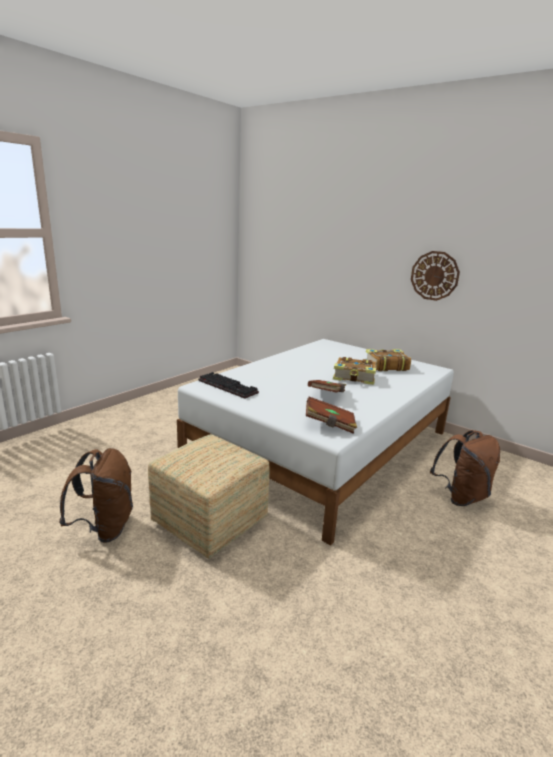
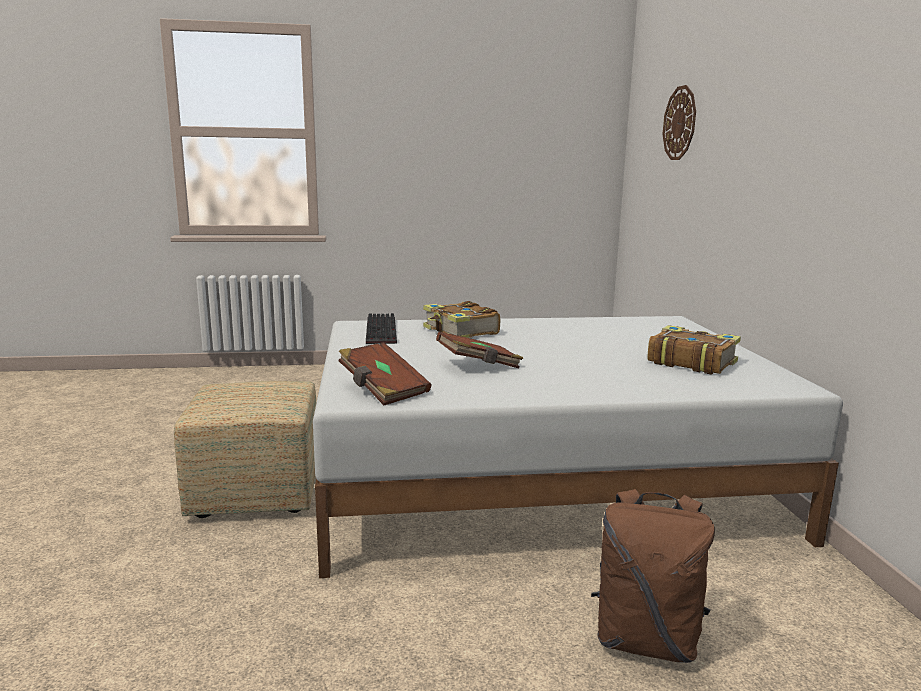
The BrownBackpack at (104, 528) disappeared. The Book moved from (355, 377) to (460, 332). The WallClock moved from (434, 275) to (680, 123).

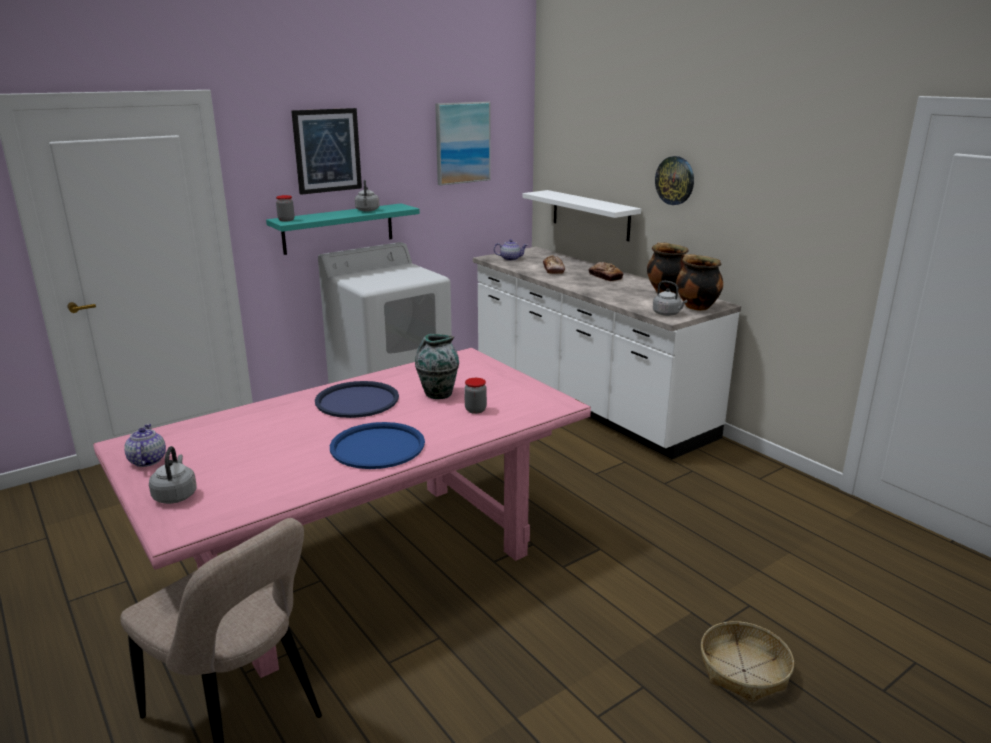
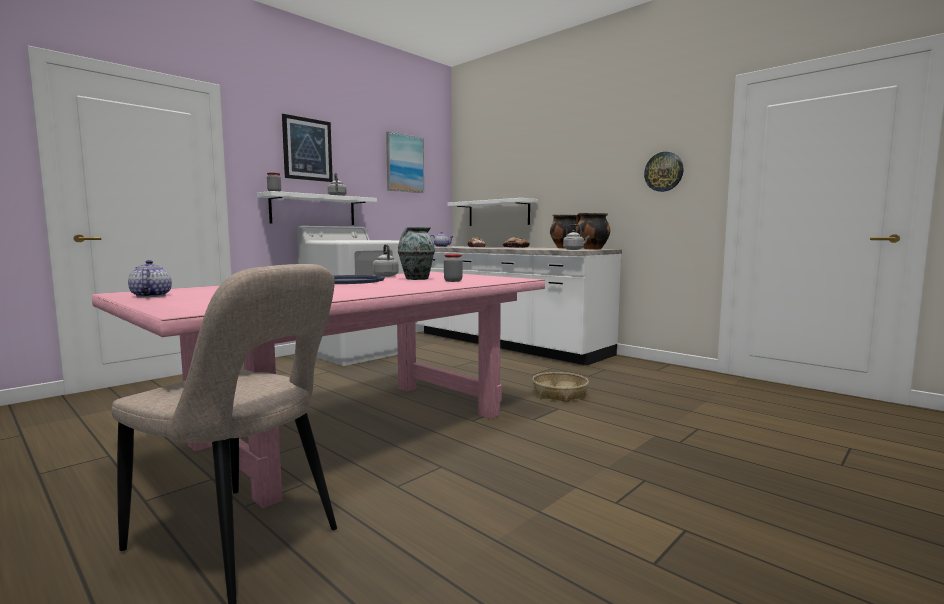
The GreyKettle moved from (176, 495) to (385, 276). The TurquoiseShelf at (338, 228) became the WhiteShelf at (313, 210). The BlueTray at (377, 447) disappeared. The WallClock moved from (675, 180) to (663, 172). The Basket moved from (743, 671) to (560, 394).

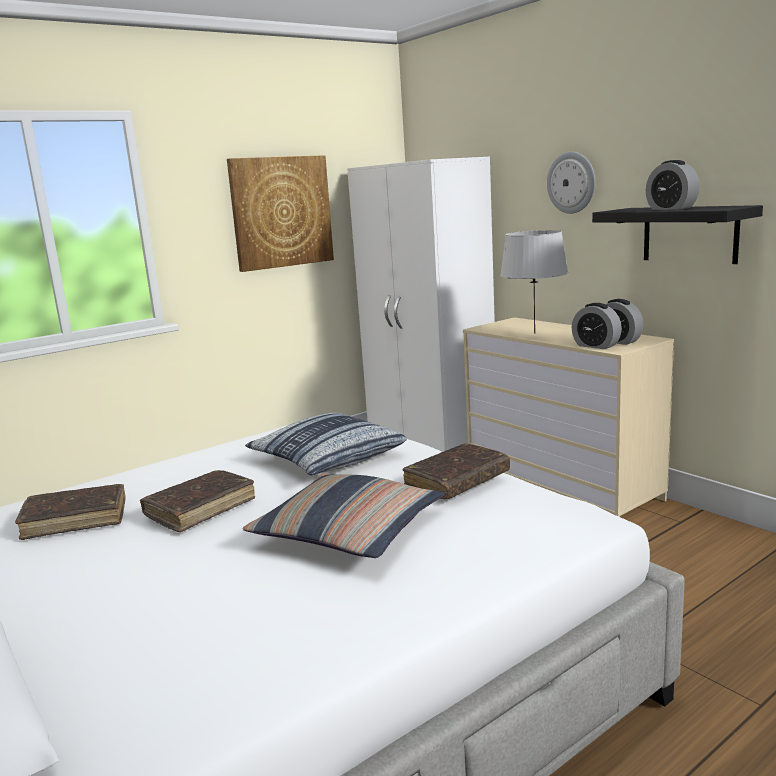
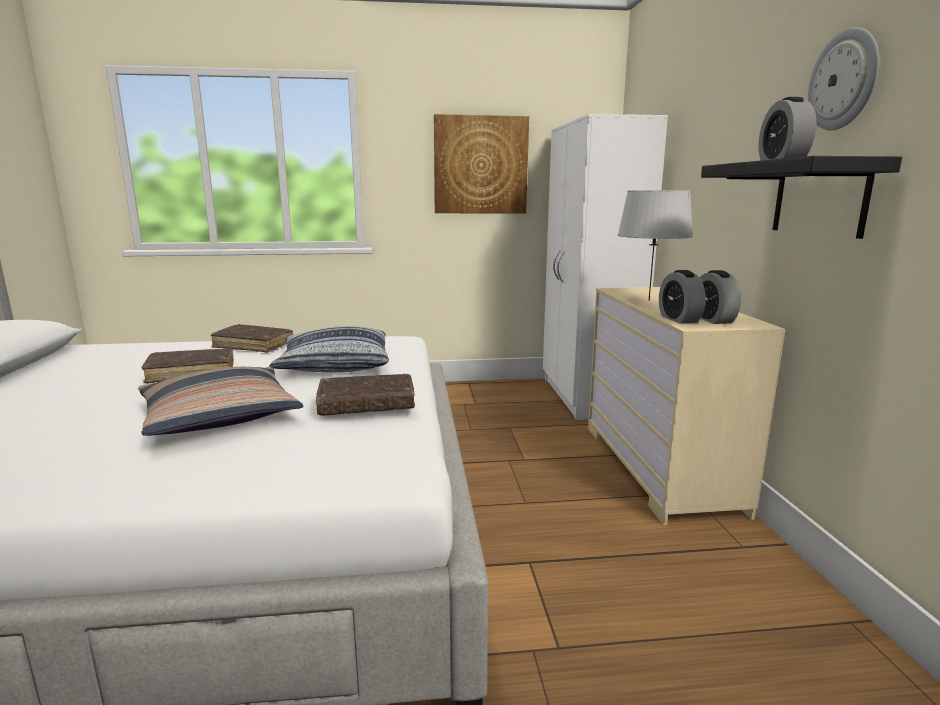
The BrownBook moved from (75, 520) to (253, 345). The WallClock moved from (571, 182) to (844, 80).

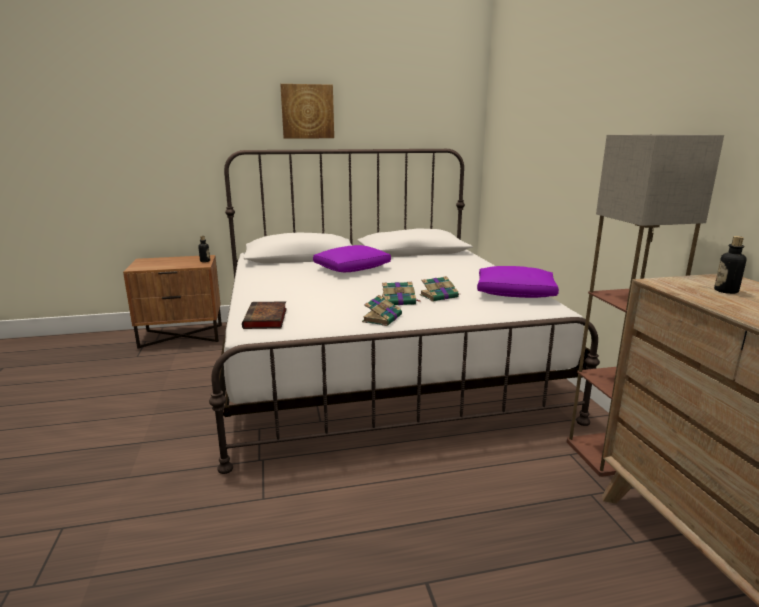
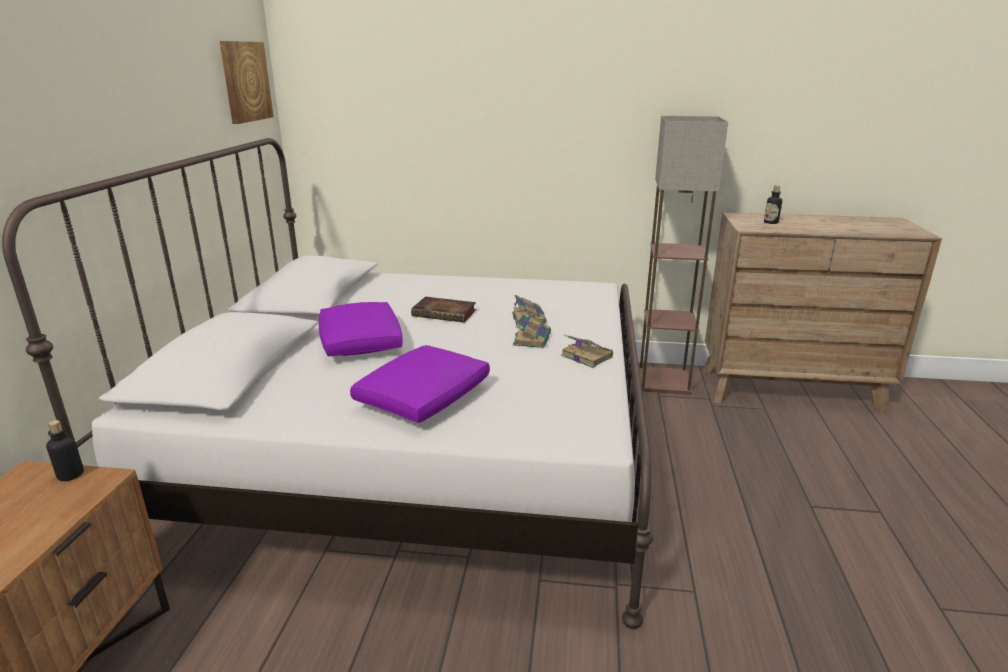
The Book moved from (266, 319) to (446, 313). The Picture moved from (307, 111) to (245, 81). The PurplePillow moved from (516, 293) to (424, 397).

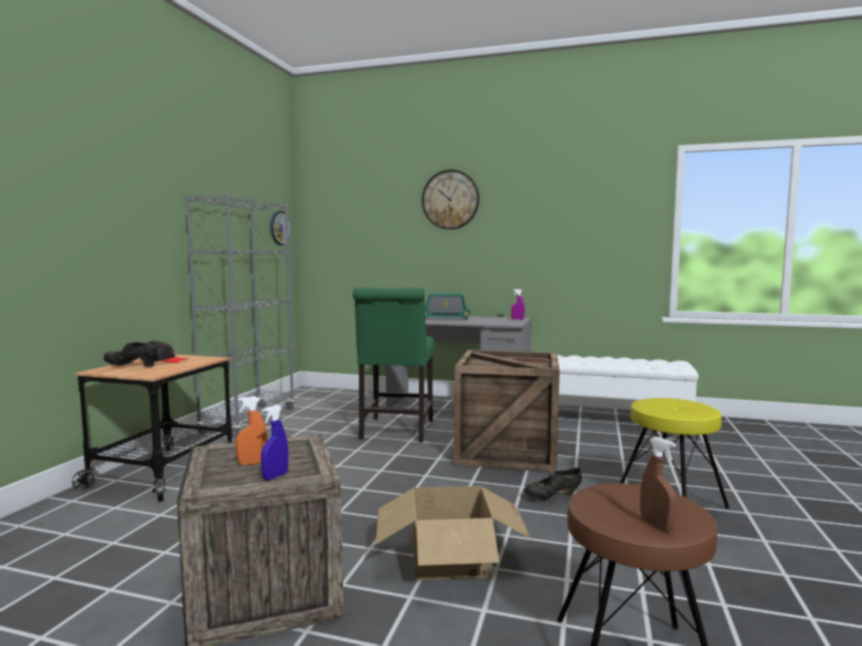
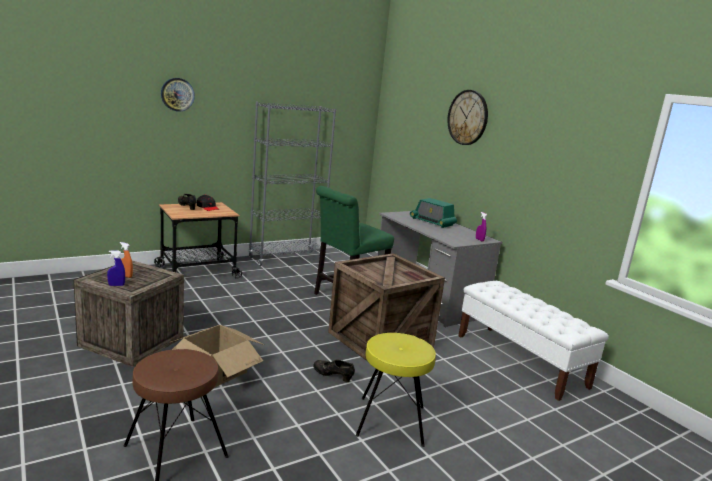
The WallClock moved from (279, 228) to (177, 94). The BrownSprayBottle at (656, 525) disappeared.

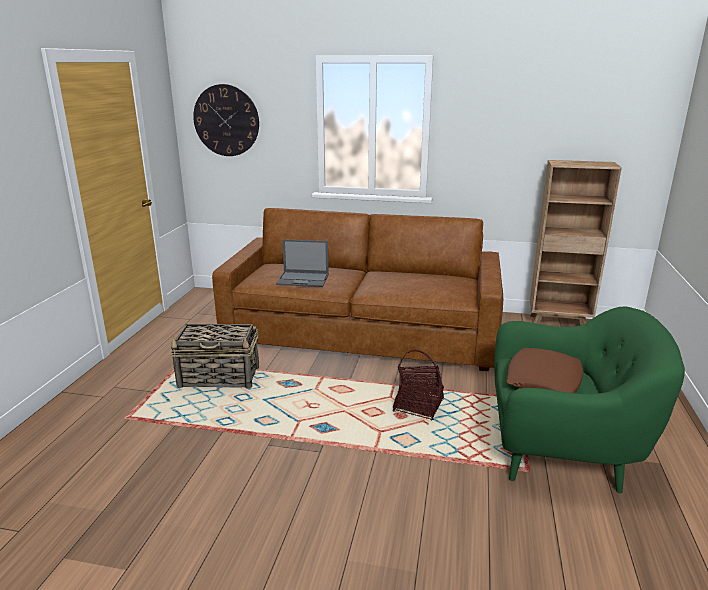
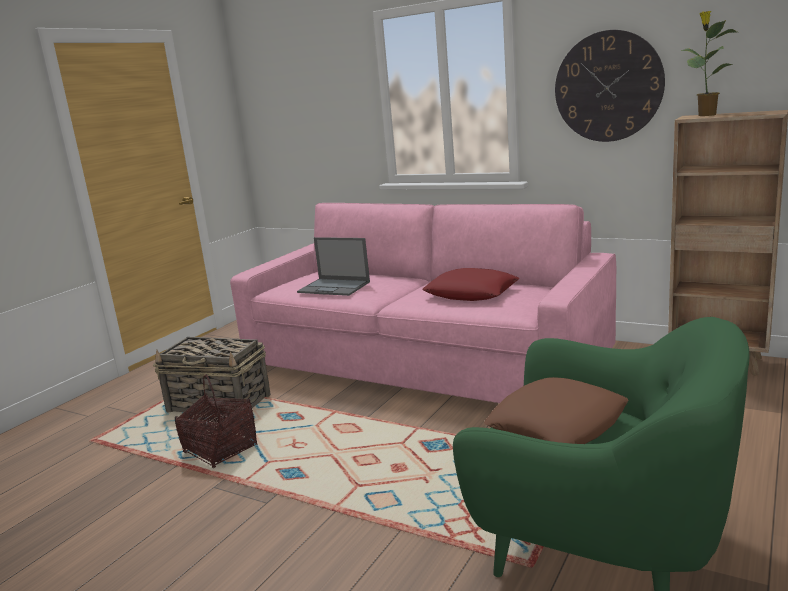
The WallClock moved from (226, 120) to (608, 87). The BrownSofa at (362, 331) became the PinkSofa at (424, 360). The Basket moved from (418, 406) to (220, 450). The RedPillow at (471, 293) appeared. The PottedPlant at (705, 115) appeared.

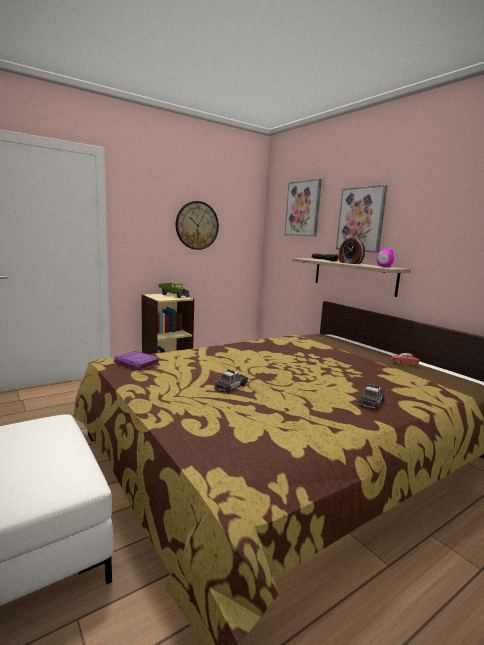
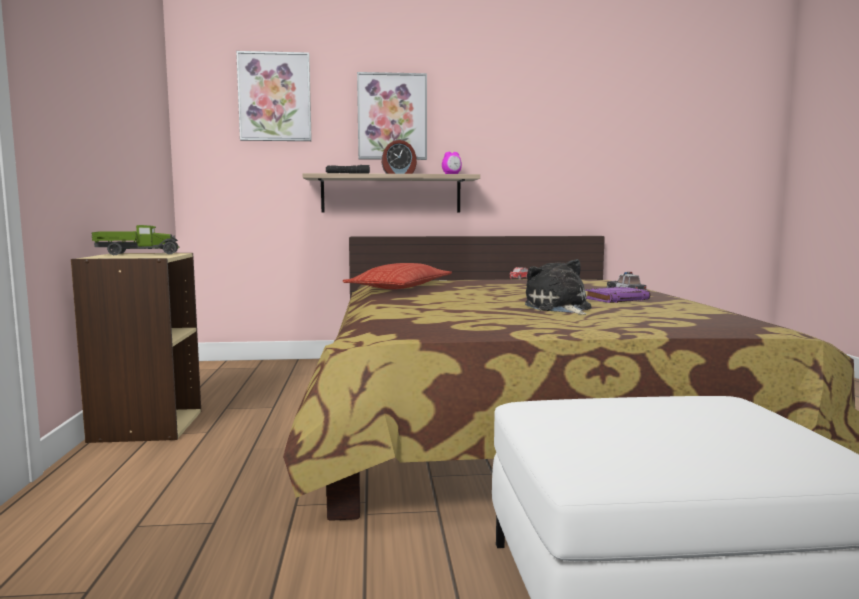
The PurpleBook moved from (138, 363) to (617, 299). The WallClock at (197, 225) disappeared. The ToyCar at (231, 386) was replaced by the PlushToy at (558, 308). The Pillow at (400, 287) appeared.

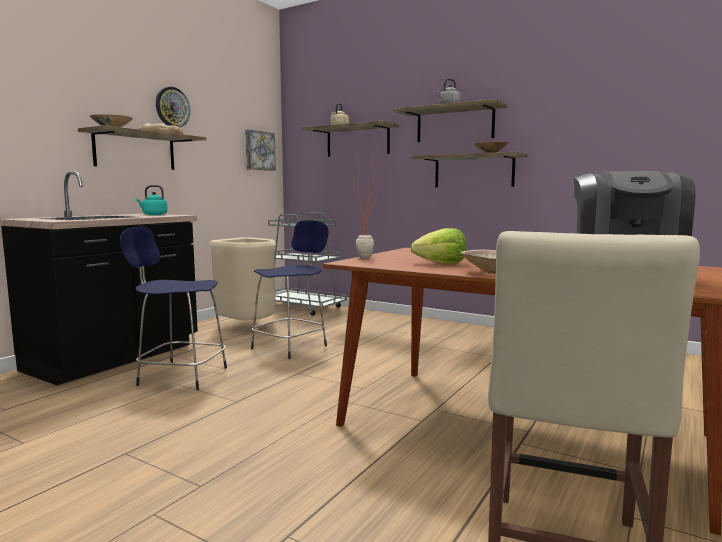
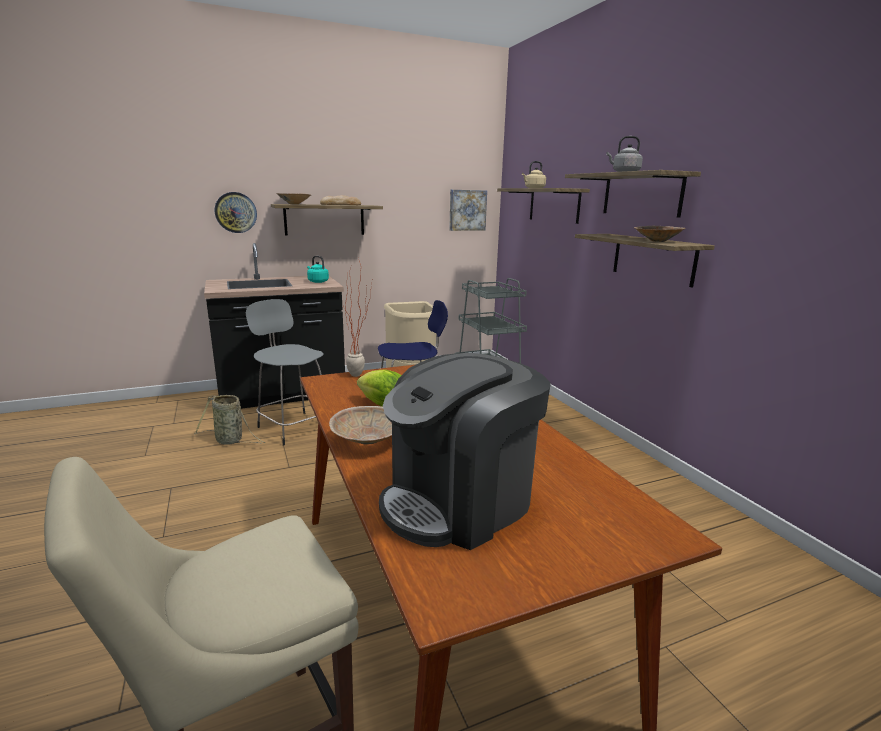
The BlueStool at (180, 376) became the GreyStool at (293, 427). The WallClock moved from (172, 107) to (235, 212). The Basket at (231, 441) appeared.

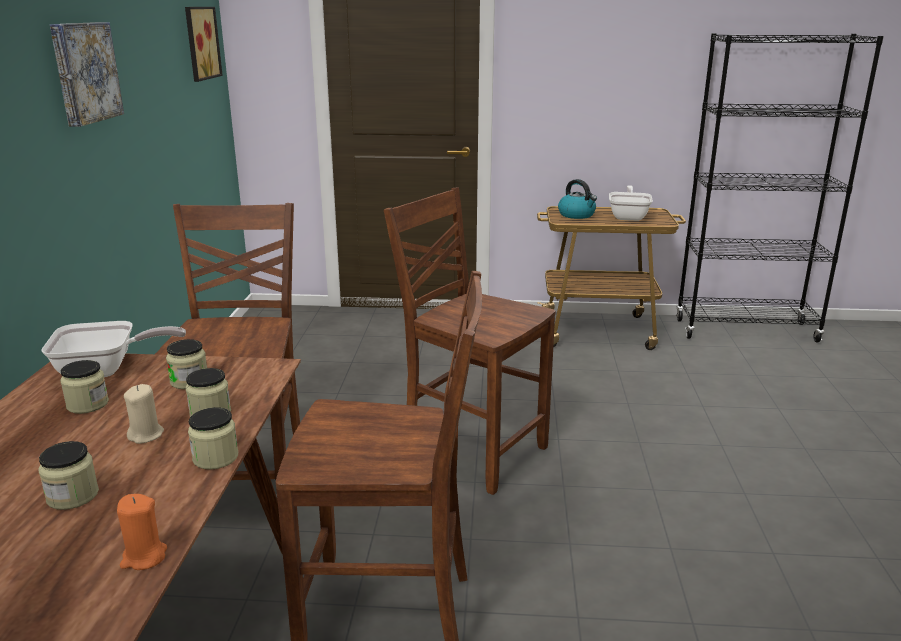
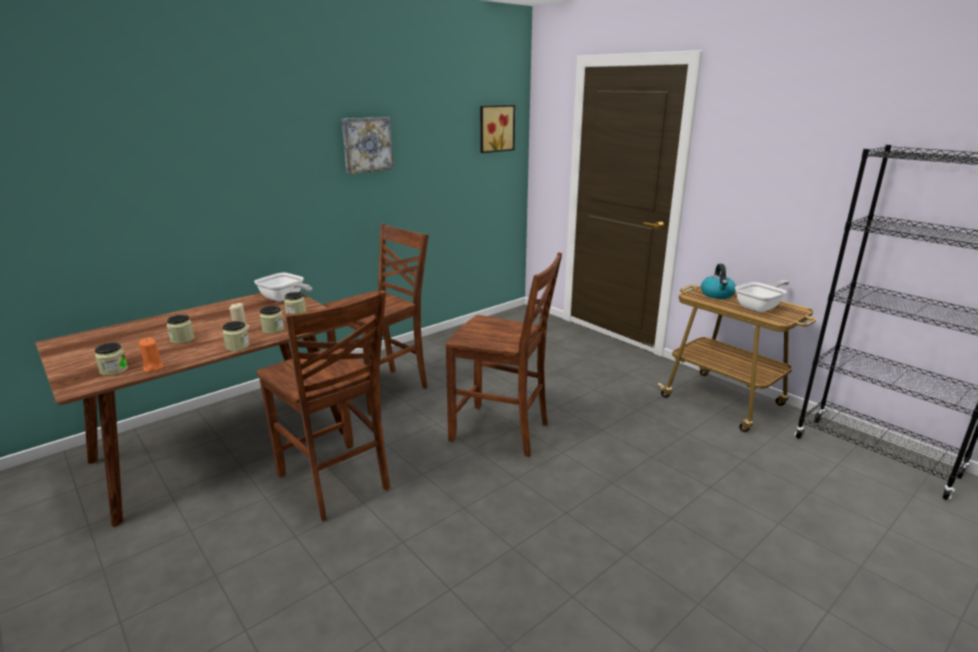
The Jar moved from (87, 404) to (114, 370). The BrownChair at (472, 449) turned 120 degrees clockwise.

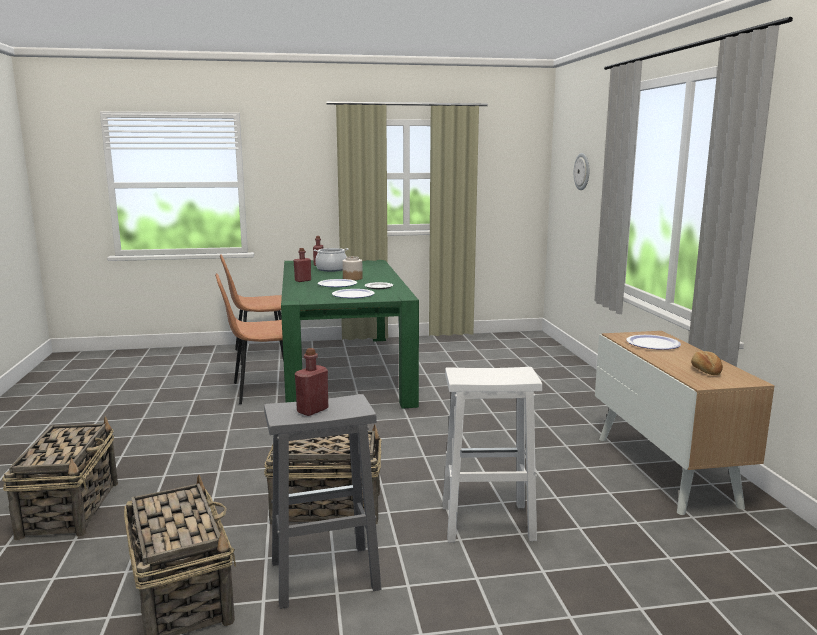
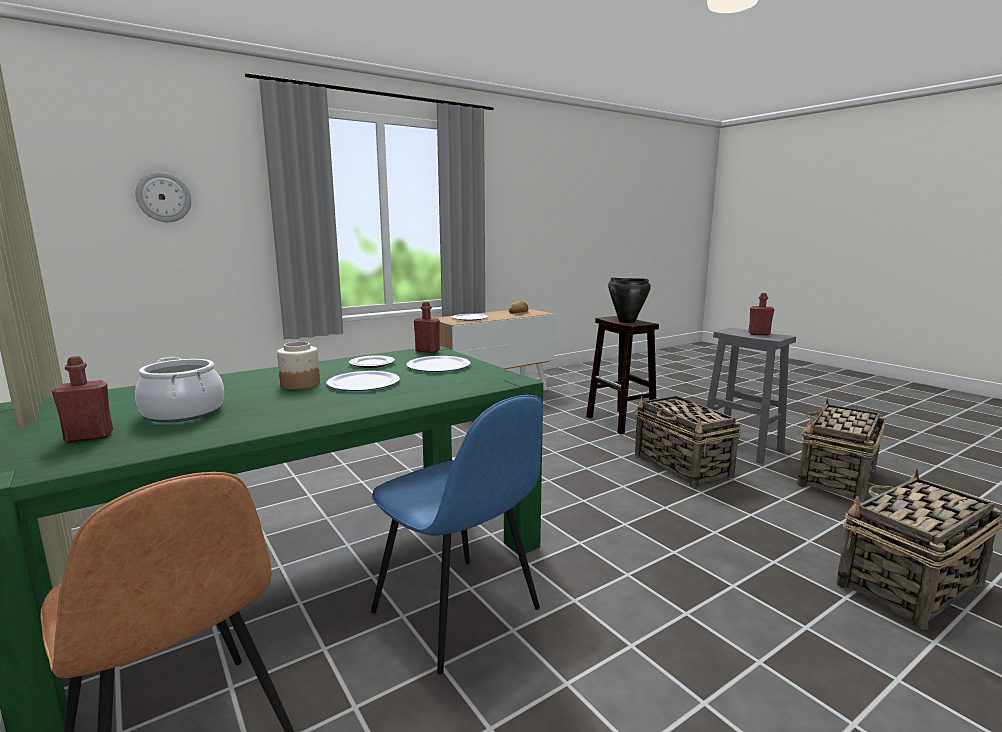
The BrownChair at (263, 390) became the BlueChair at (458, 613). The RedBottle moved from (303, 280) to (427, 351). The WhiteStool at (485, 523) became the BrownStool at (621, 422). The BlackCookingPot at (626, 321) appeared.

